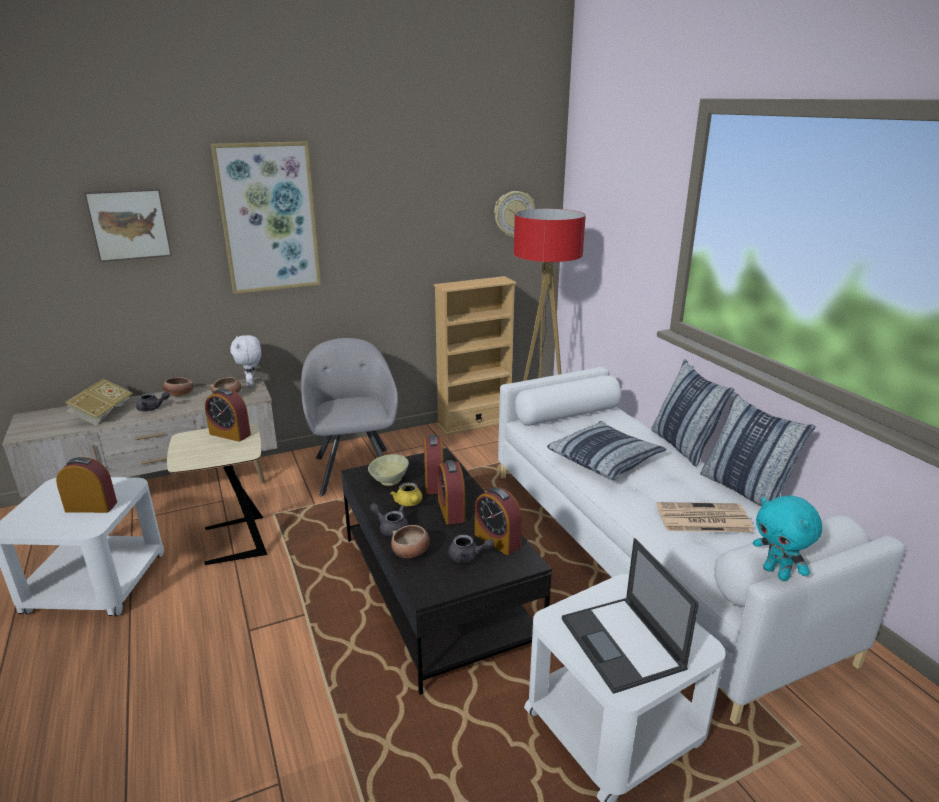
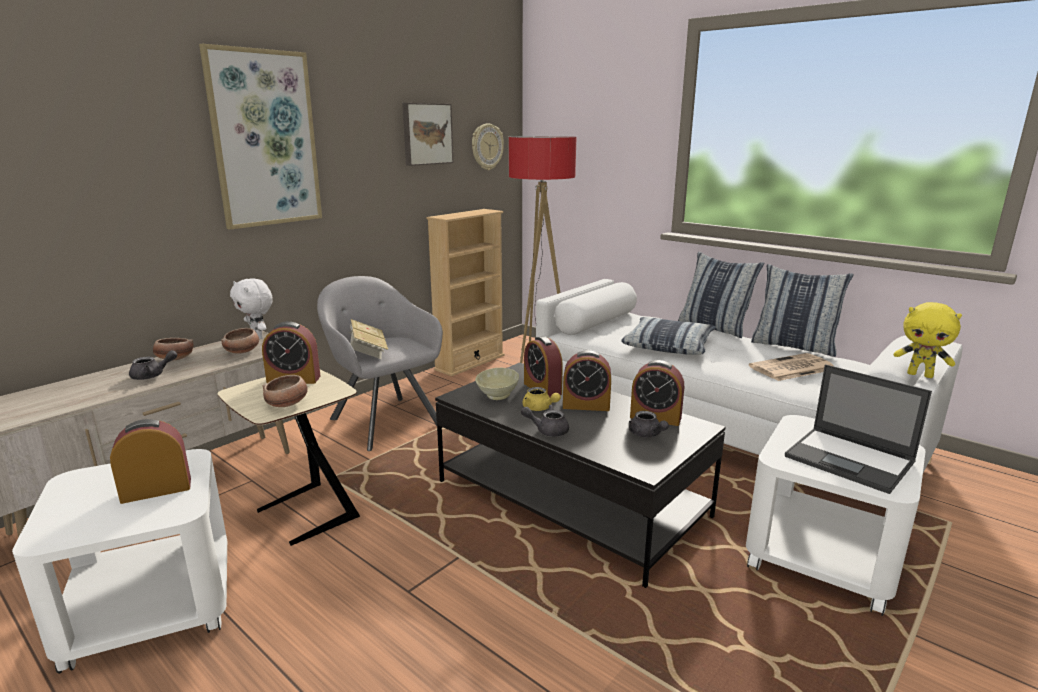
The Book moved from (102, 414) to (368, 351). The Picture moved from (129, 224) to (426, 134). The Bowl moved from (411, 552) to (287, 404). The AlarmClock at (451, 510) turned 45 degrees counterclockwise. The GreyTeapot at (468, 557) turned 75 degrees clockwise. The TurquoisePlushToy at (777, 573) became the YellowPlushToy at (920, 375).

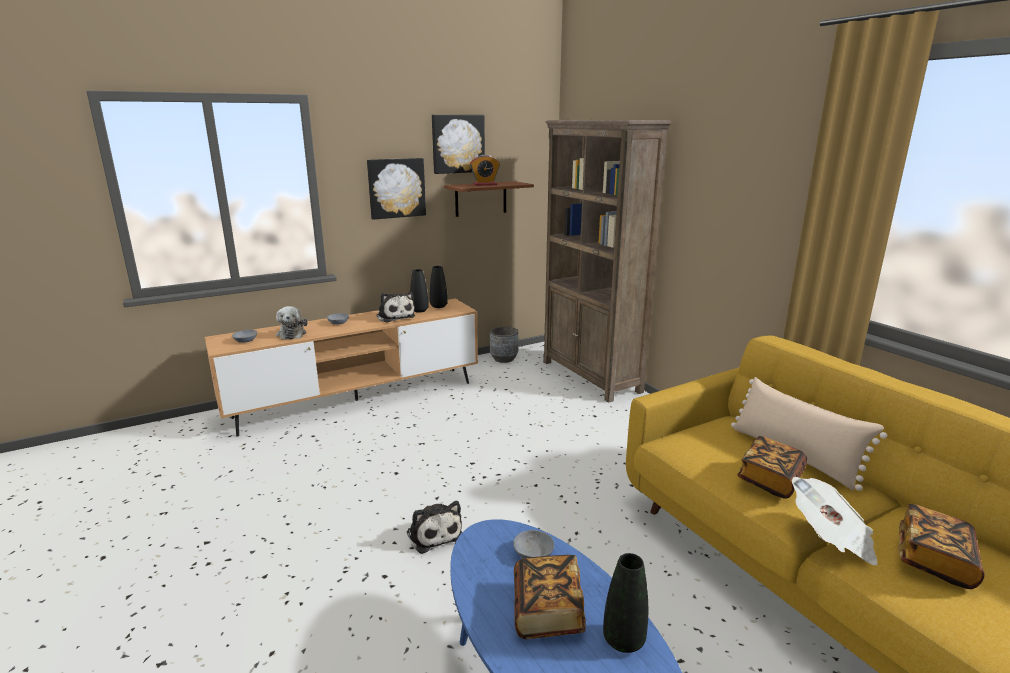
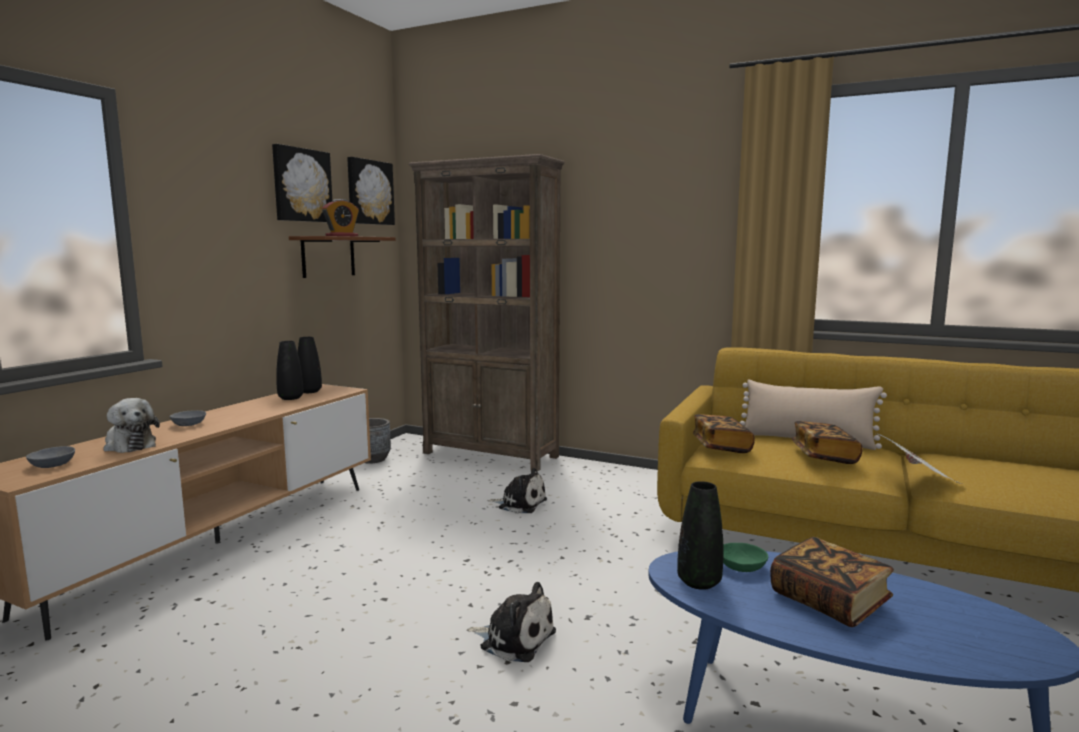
The Picture moved from (396, 188) to (369, 192). The PlushToy moved from (395, 316) to (520, 504). The GreyBowl at (532, 554) became the GreenBowl at (742, 567). The BlackVase moved from (623, 640) to (699, 582). The Book moved from (934, 560) to (721, 446).

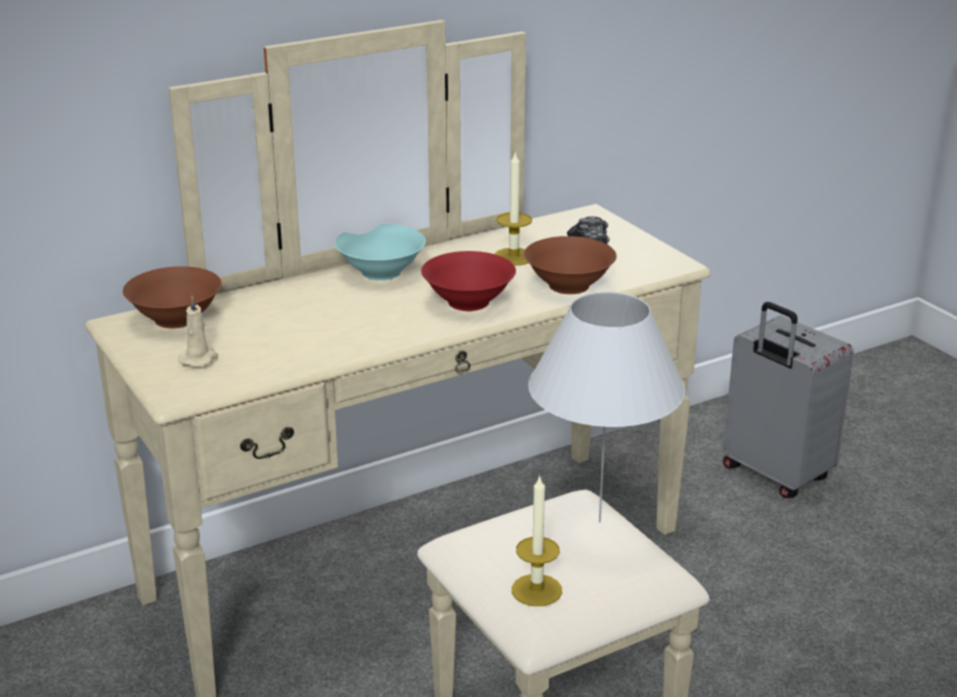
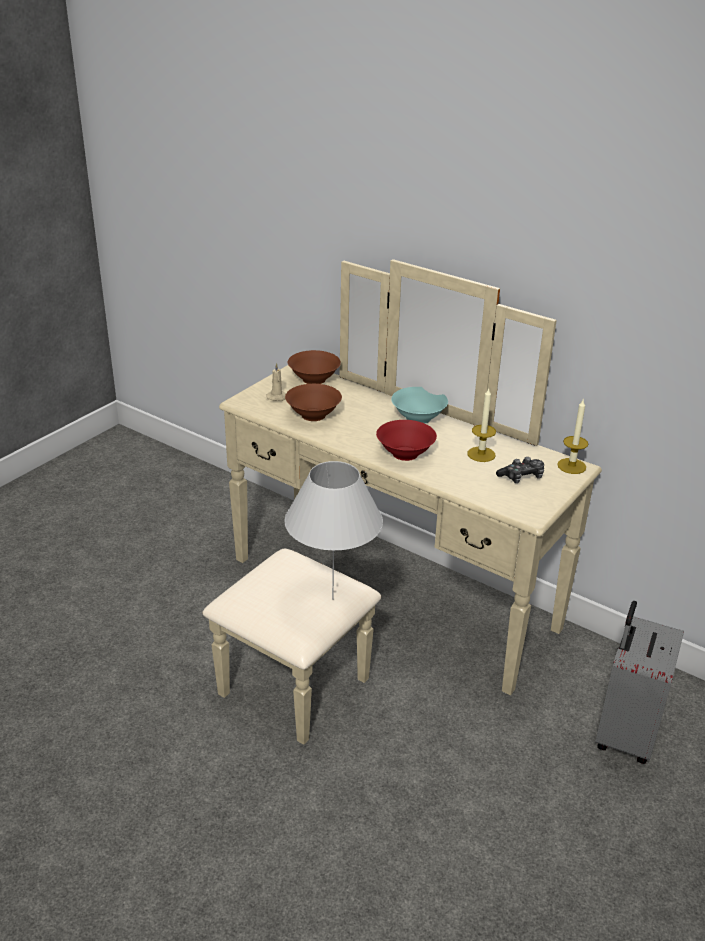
The Candle moved from (536, 590) to (571, 466). The BrownBowl moved from (568, 285) to (314, 415).

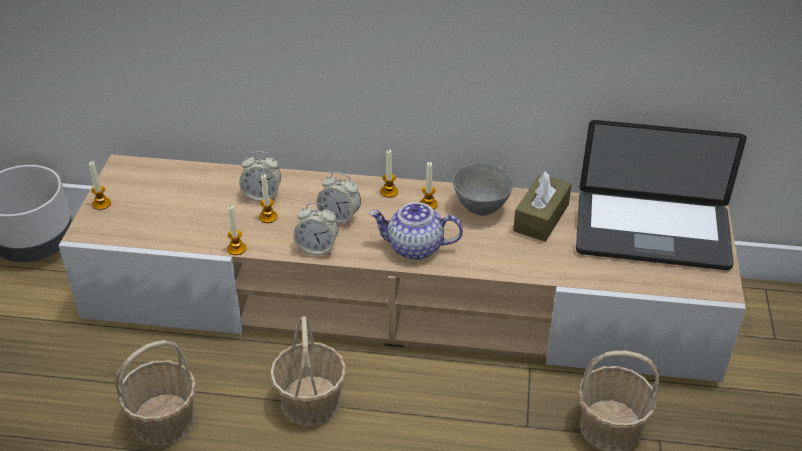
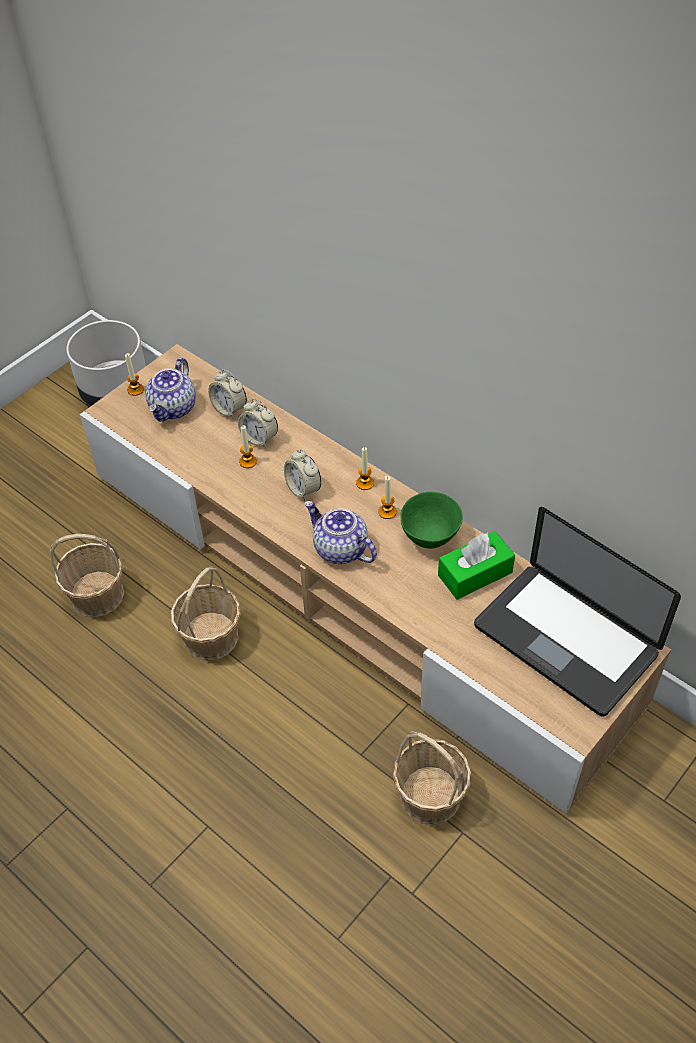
The Candle at (236, 249) disappeared. The AlarmClock moved from (317, 248) to (229, 409). The GreyBowl at (481, 208) became the GreenBowl at (430, 538). The BrownTissueBox at (541, 218) became the GreenTissueBox at (475, 574). The Teapot at (174, 408) appeared.

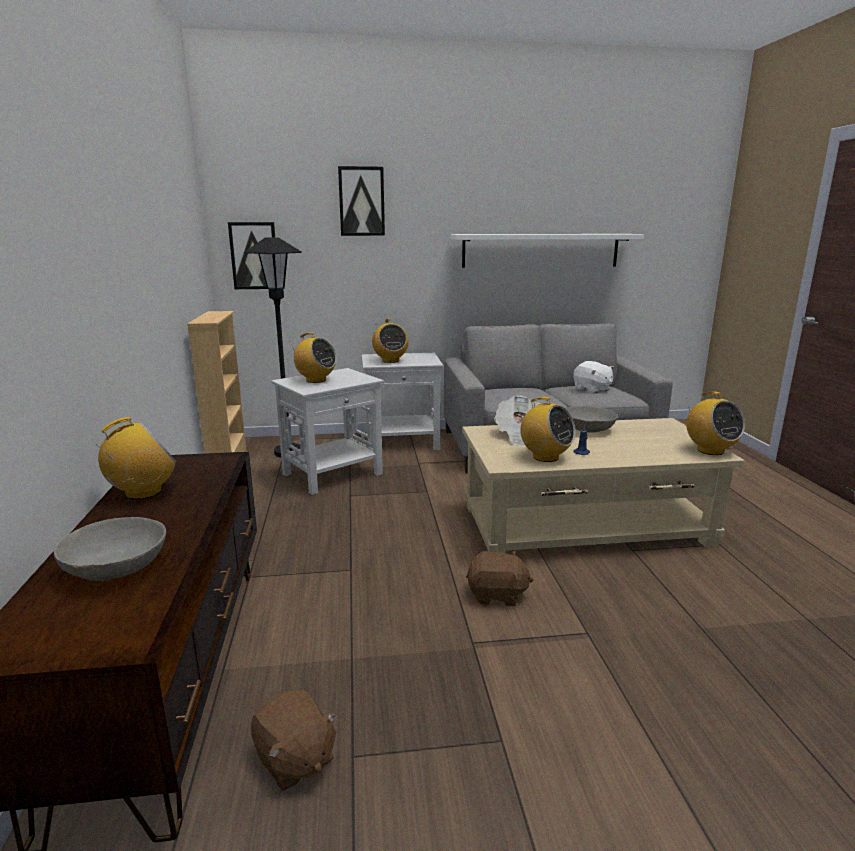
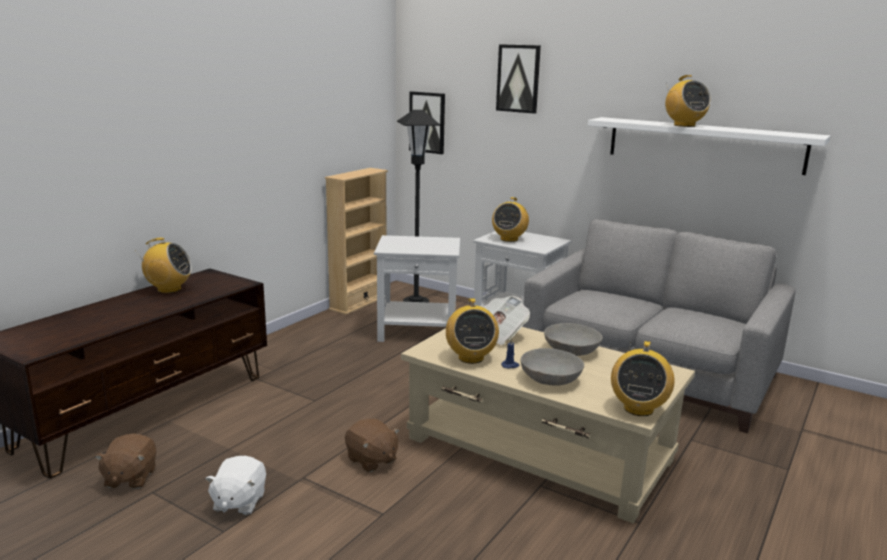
The GreyBowl moved from (117, 567) to (551, 379). The Radio moved from (315, 380) to (684, 125). The WhitePlushToy moved from (592, 389) to (239, 502).

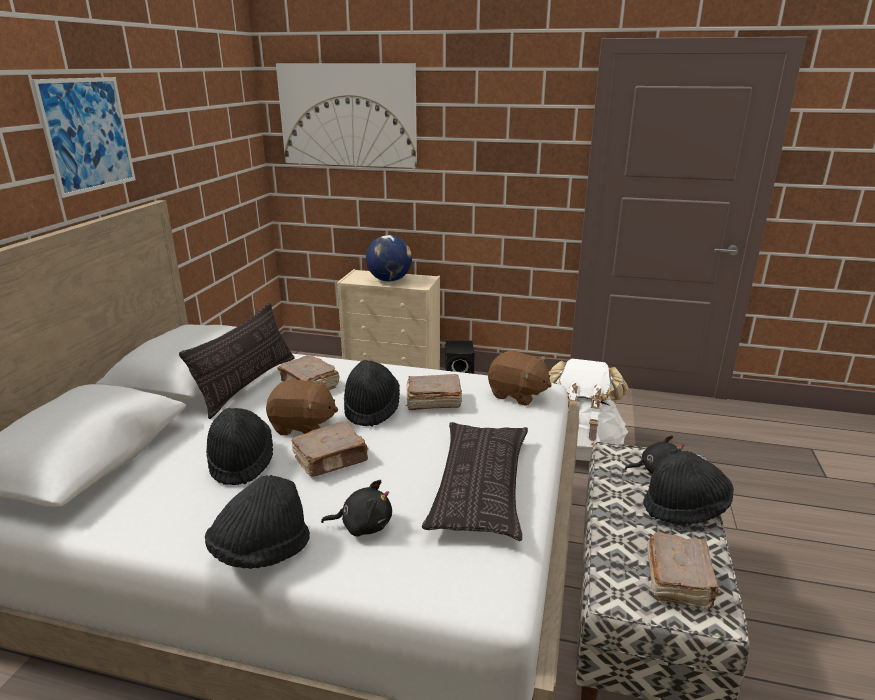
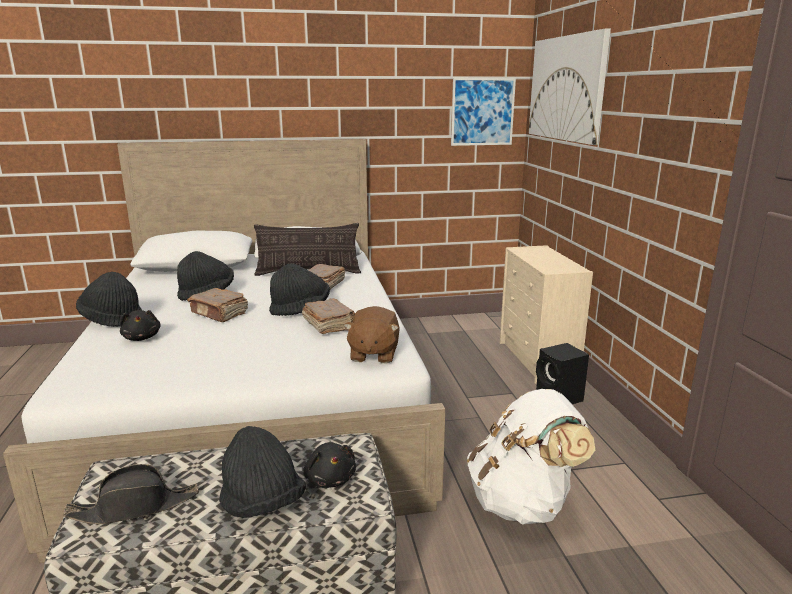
The Picture moved from (87, 135) to (482, 112). The BrownPlushToy at (303, 426) disappeared. The Globe at (389, 280) disappeared. The Pillow at (480, 486) disappeared. The BrownBook at (678, 580) was replaced by the BlackHat at (135, 507).

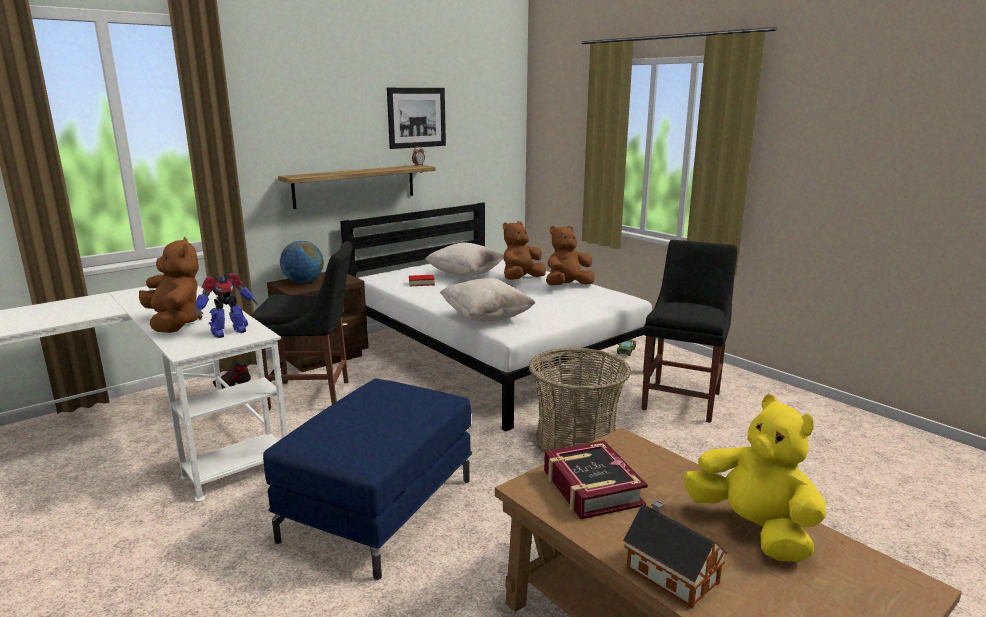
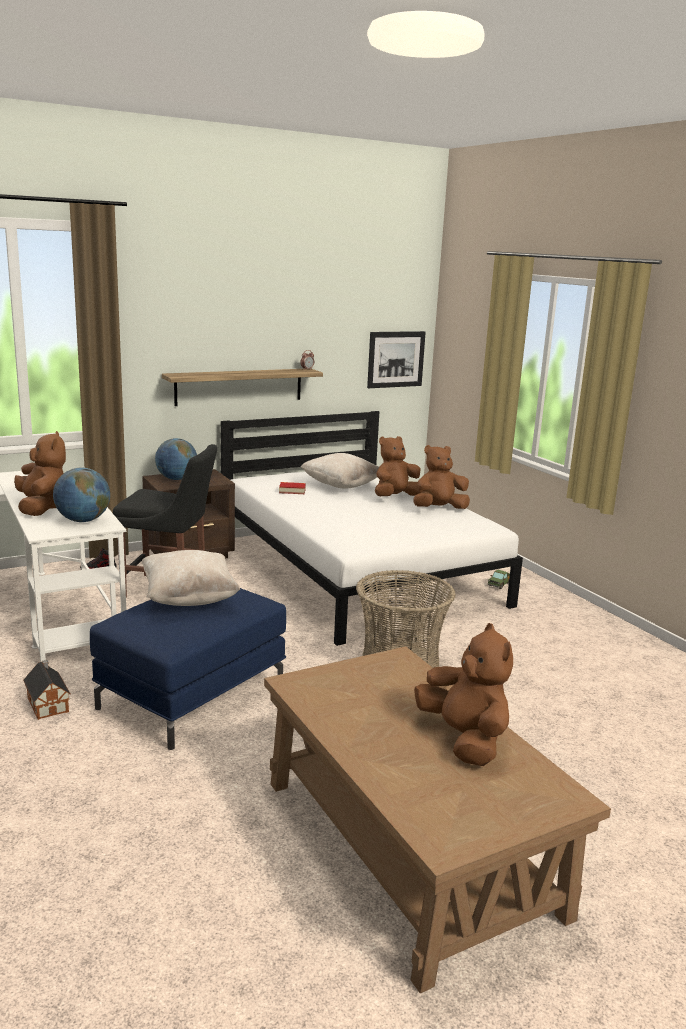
The ToyRobot at (228, 332) was replaced by the Globe at (83, 520). The Picture moved from (416, 117) to (396, 359). The BeigePillow moved from (486, 318) to (189, 599). The Book at (591, 488) disappeared. The ToyHouse moved from (669, 572) to (48, 703). The BlackChair at (683, 399) disappeared. The YellowPlushToy at (752, 529) became the BrownPlushToy at (464, 739).

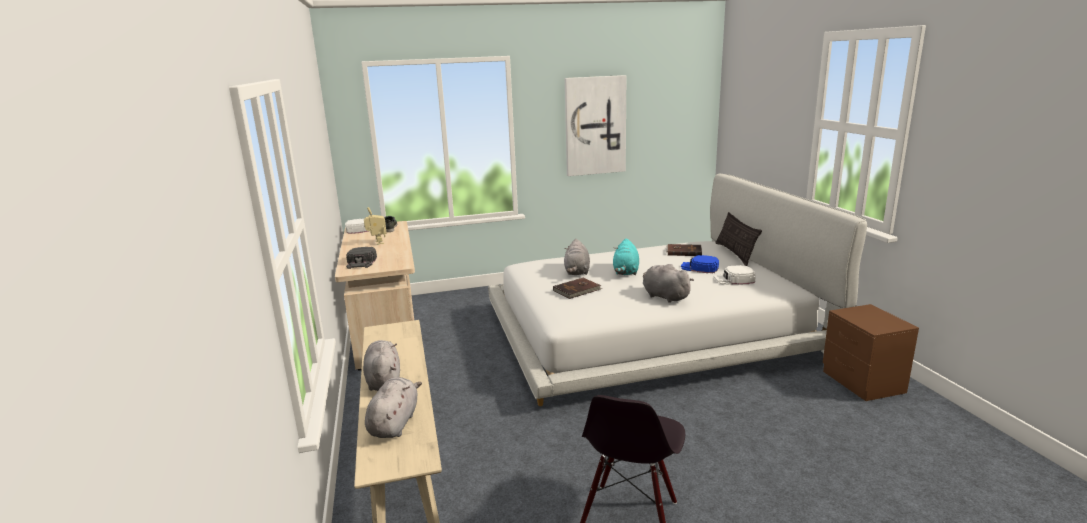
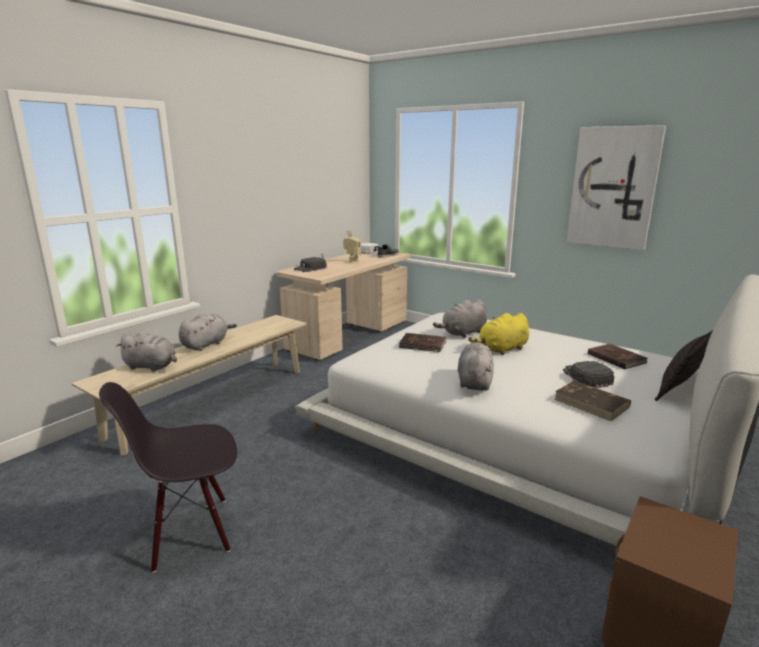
The GreyPlushToy at (394, 423) turned 45 degrees clockwise. The TurquoisePlushToy at (625, 272) became the YellowPlushToy at (501, 349). The BlueCap at (699, 268) became the BlackCap at (586, 377). The WhiteCap at (734, 279) was replaced by the BrownBook at (592, 403).

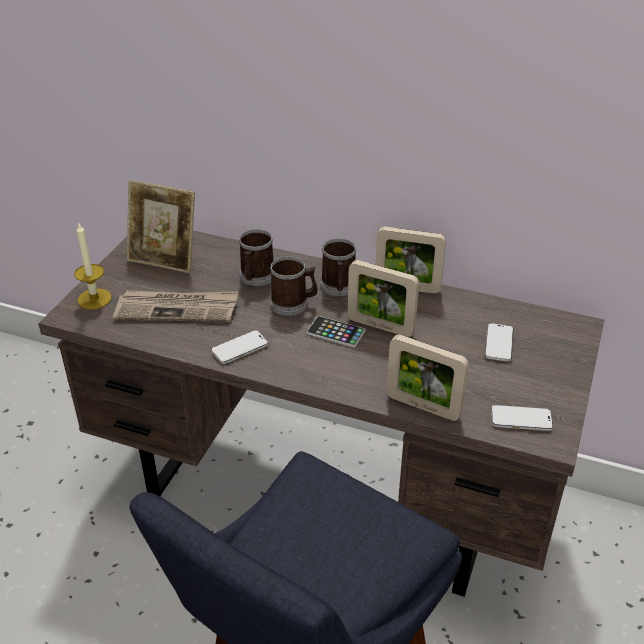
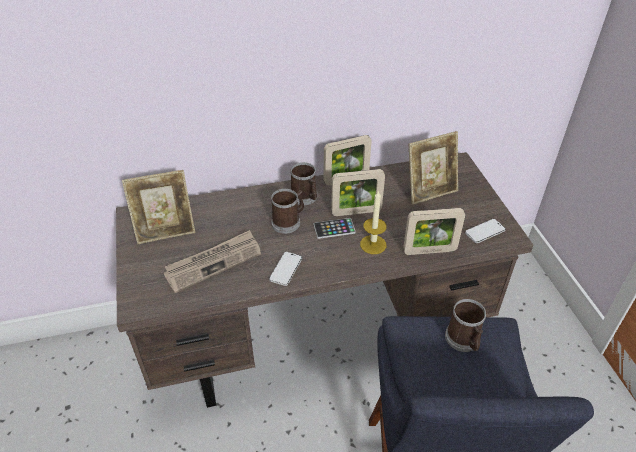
The Candle moved from (94, 299) to (373, 244). The Mug moved from (256, 277) to (464, 340). The Phone at (499, 343) was replaced by the PictureFrame at (430, 191).

